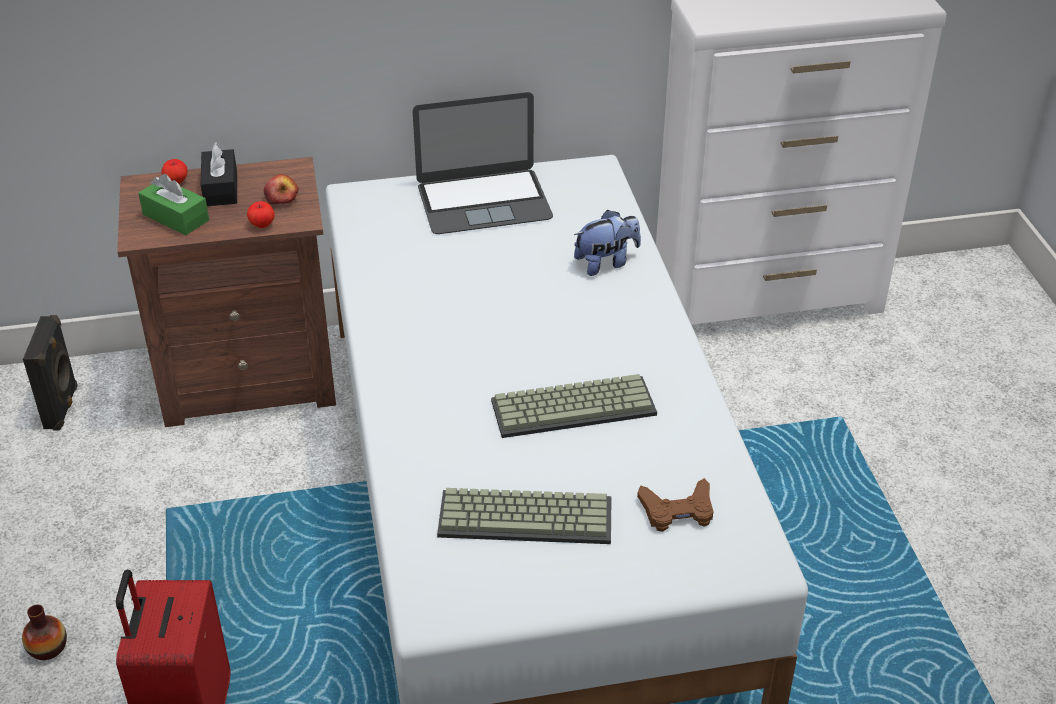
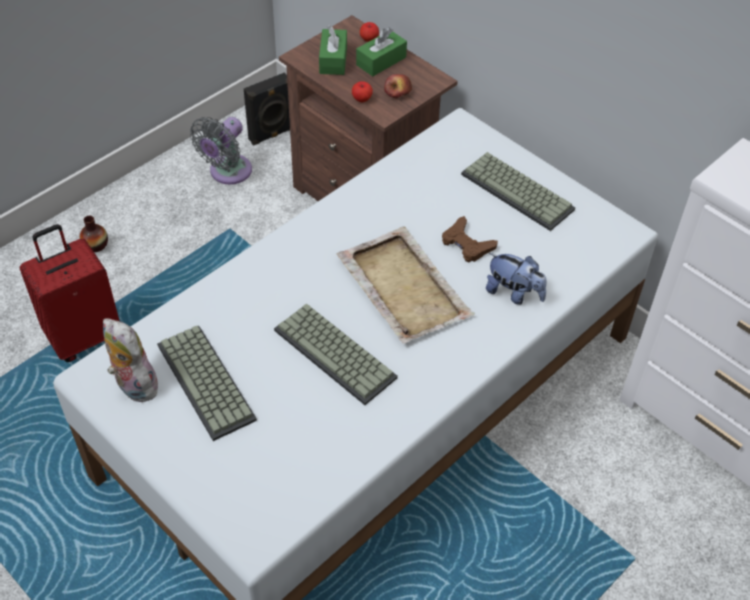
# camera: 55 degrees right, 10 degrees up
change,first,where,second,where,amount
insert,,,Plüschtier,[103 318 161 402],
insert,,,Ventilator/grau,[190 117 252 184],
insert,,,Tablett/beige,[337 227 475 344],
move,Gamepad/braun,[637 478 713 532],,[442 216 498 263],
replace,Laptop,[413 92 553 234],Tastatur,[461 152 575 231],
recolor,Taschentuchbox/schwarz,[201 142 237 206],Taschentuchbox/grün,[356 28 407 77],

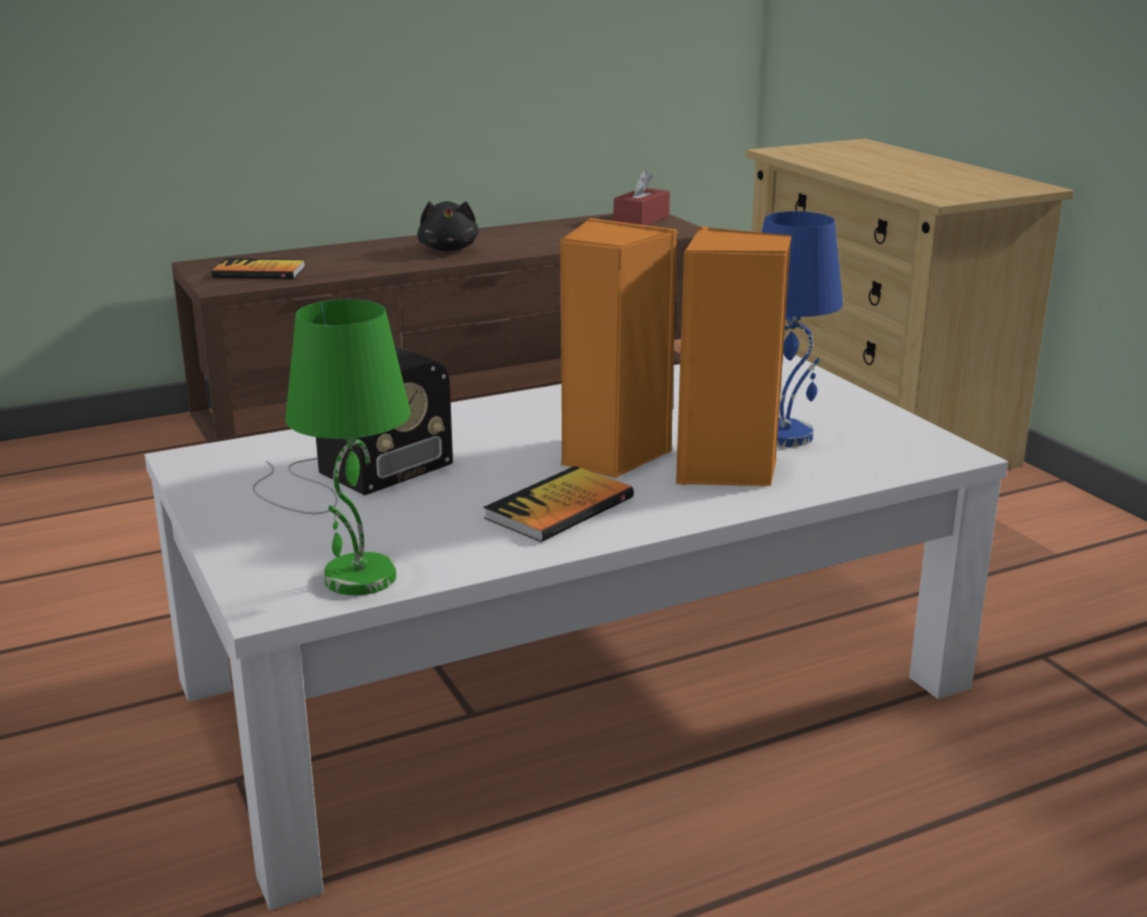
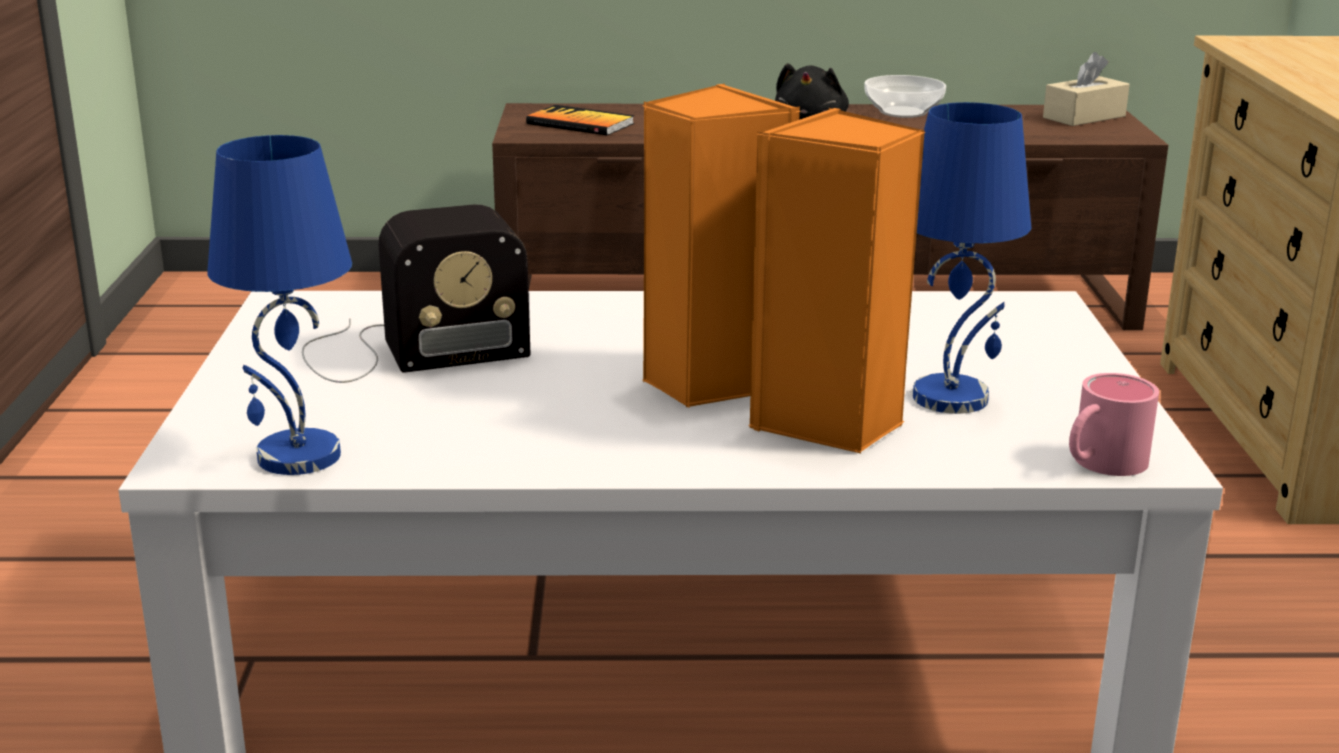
# camera: 25 degrees right, 0 degrees up
change,first,where,second,where,amount
delete,Buch,[483 466 634 542],,,
insert,,,Schüssel,[864 75 946 118],
insert,,,Henkelbecher/rosa,[1069 373 1159 476],
recolor,Tischlampe/grün,[285 299 411 596],Tischlampe/blau,[207 135 352 475],
recolor,Taschentuchbox/rot,[613 169 670 225],Taschentuchbox/beige,[1043 52 1130 126],

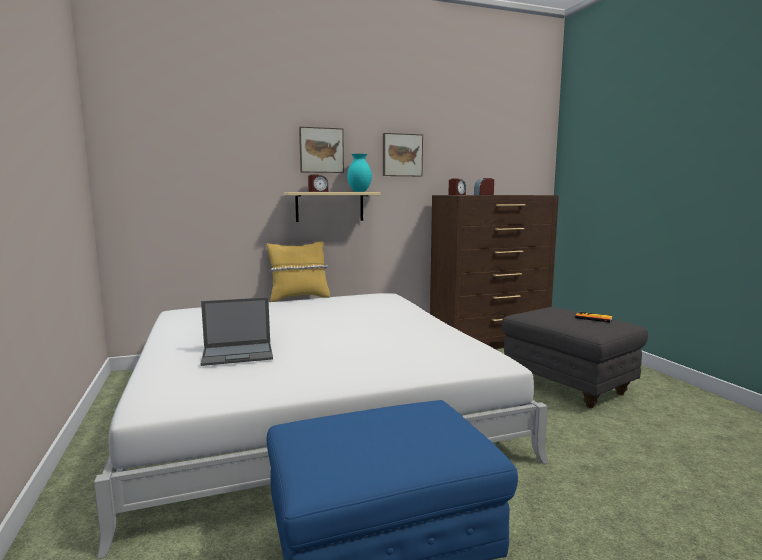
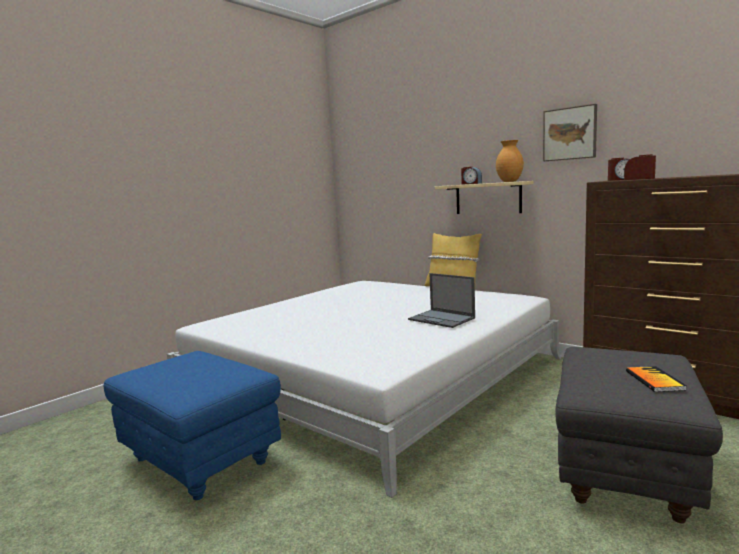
# camera: 60 degrees right, 0 degrees up
change,first,where,second,where,amount
delete,Bild,[299 127 344 173],,,
move,Laptop,[201 297 273 366],,[408 273 475 328],
recolor,Vase/türkis,[347 154 372 192],Vase/braun,[496 140 524 182],

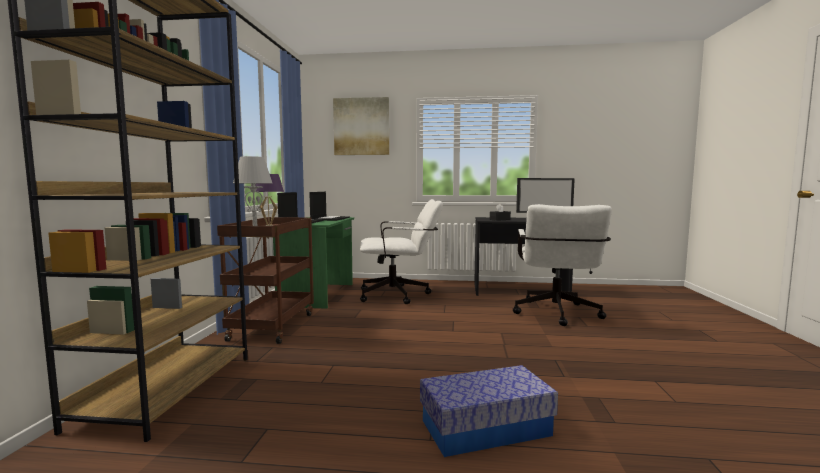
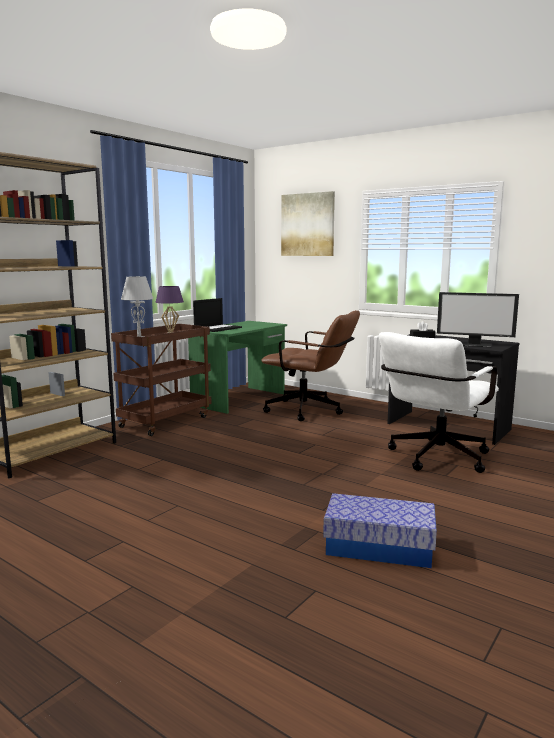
# camera: 30 degrees right, 5 degrees up
change,first,where,second,where,amount
delete,Laptop,[309 192 350 221],,,
move,Aufbewahrungsbox,[420 365 558 457],,[323 493 437 568],
recolor,Bürostuhl/weiß,[360 199 443 304],Bürostuhl/braun,[261 310 360 421],

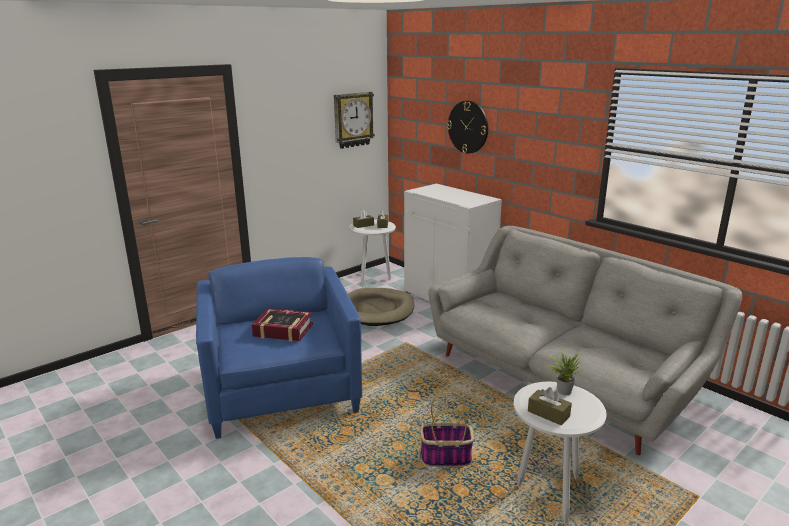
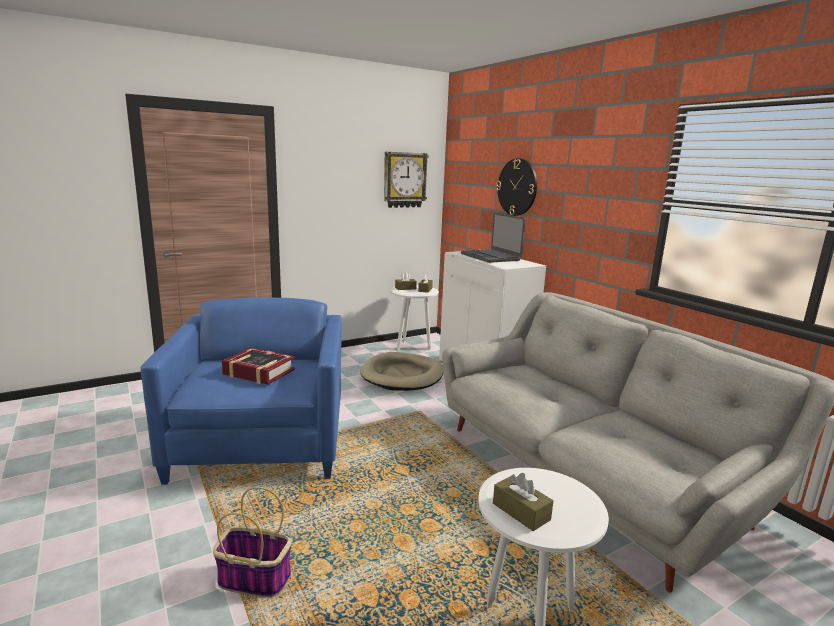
# camera: 10 degrees right, 5 degrees down
change,first,where,second,where,amount
delete,Topfpflanze,[548 349 583 395],,,
insert,,,Laptop,[461 213 525 263],
move,Korb,[420 392 474 467],,[213 487 292 597],

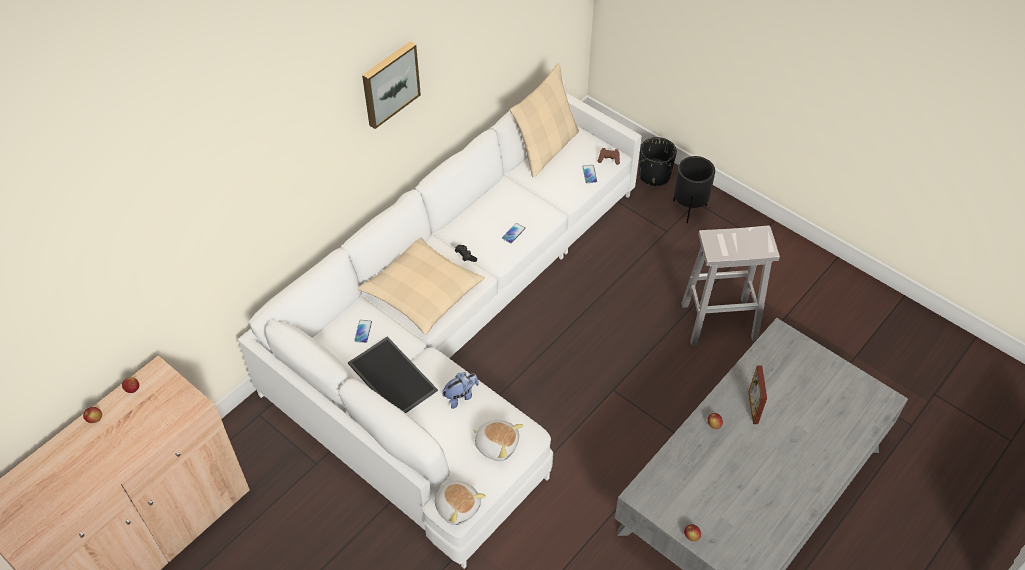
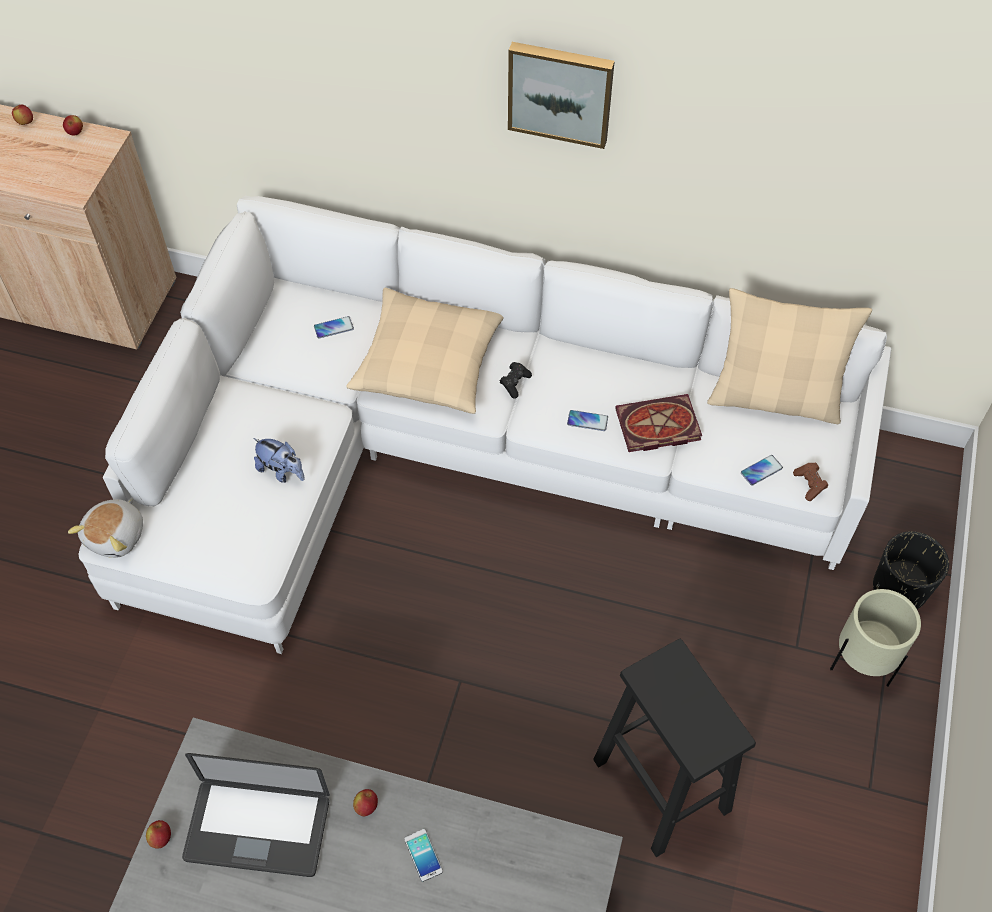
# camera: 65 degrees right, 5 degrees up
change,first,where,second,where,amount
delete,Tablett,[348 336 438 413],,,
delete,Plüschtier,[472 420 523 461],,,
insert,,,Laptop,[182 753 330 877],
insert,,,Buch,[615 394 702 452],
replace,Bilderrahmen,[749 366 767 424],Handy,[404 829 443 882],
recolor,Pflanzkübel/schwarz,[673 156 715 223],Pflanzkübel/beige,[830 589 921 687],
recolor,Hocker/weiß,[681 226 780 346],Hocker/schwarz,[593 639 756 857],

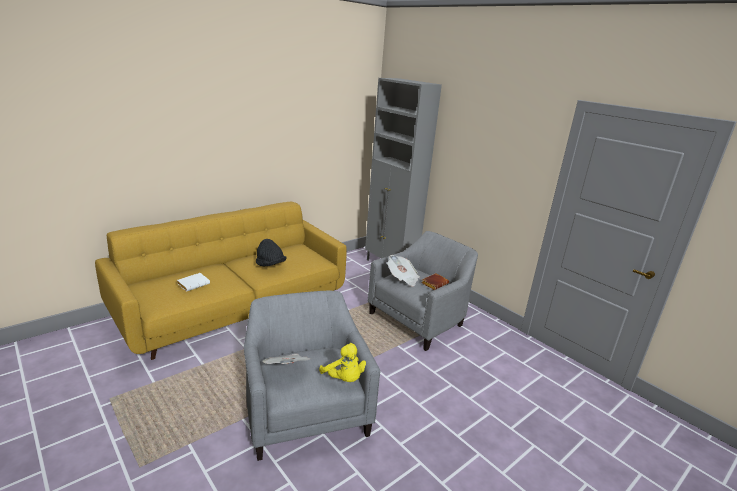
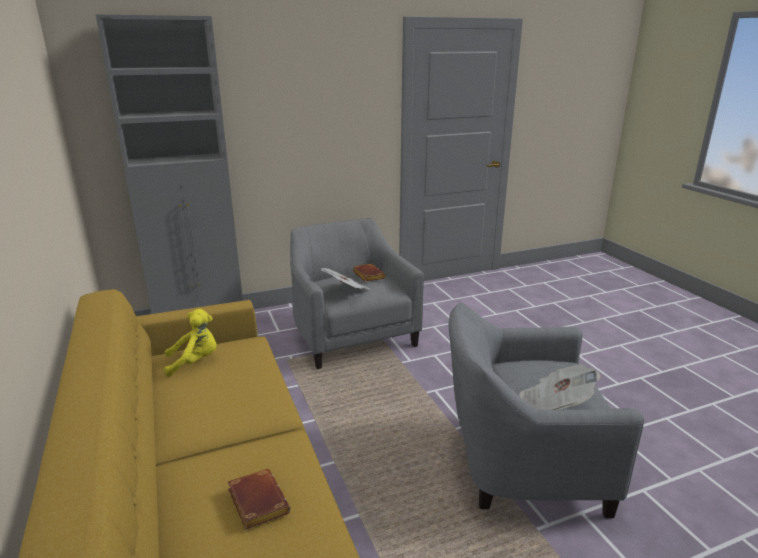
# camera: 70 degrees left, 0 degrees up
change,first,where,second,where,amount
delete,Hut/schwarz,[256 239 287 266],,,
move,Plüschtier/gelb,[319 343 366 382],,[164 309 217 376],
recolor,Buch/weiß,[177 273 210 292],Buch/braun,[228 469 290 530],

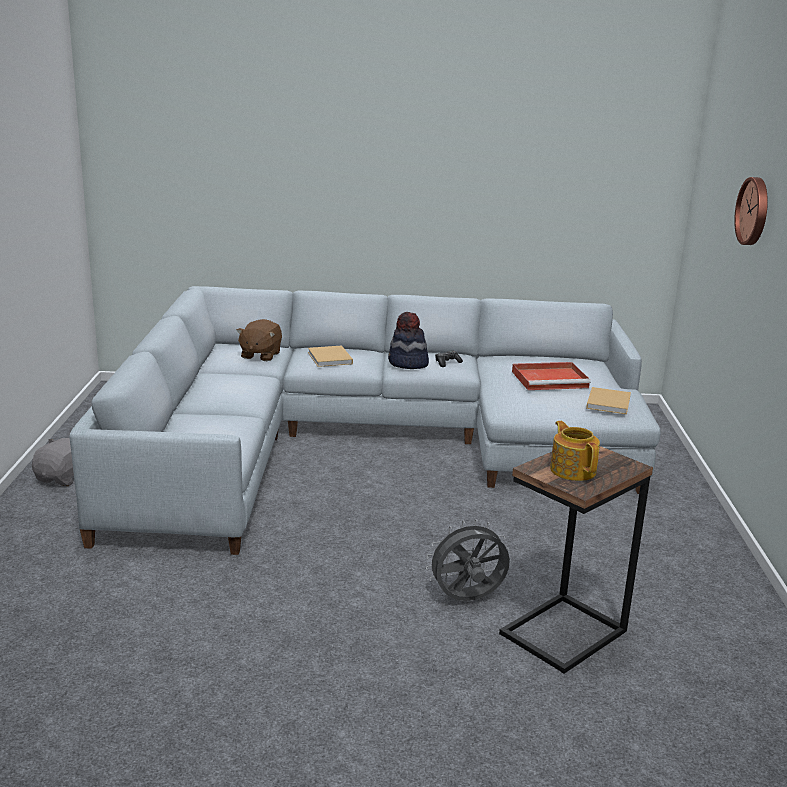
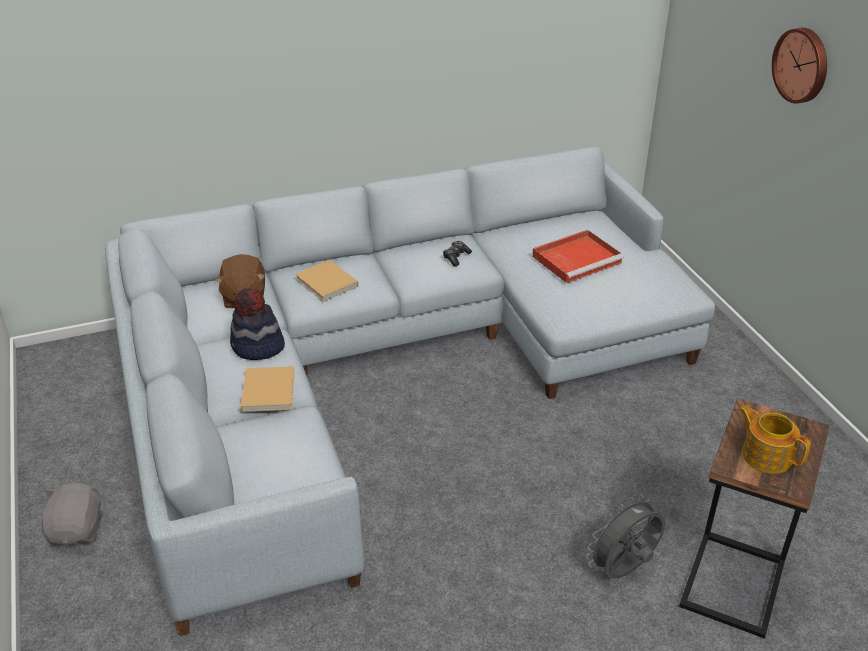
# camera: 20 degrees left, 15 degrees up
change,first,where,second,where,amount
move,Hut,[388 312 429 369],,[230 288 285 360],
move,Buch/beige,[586 387 631 414],,[241 366 295 412],

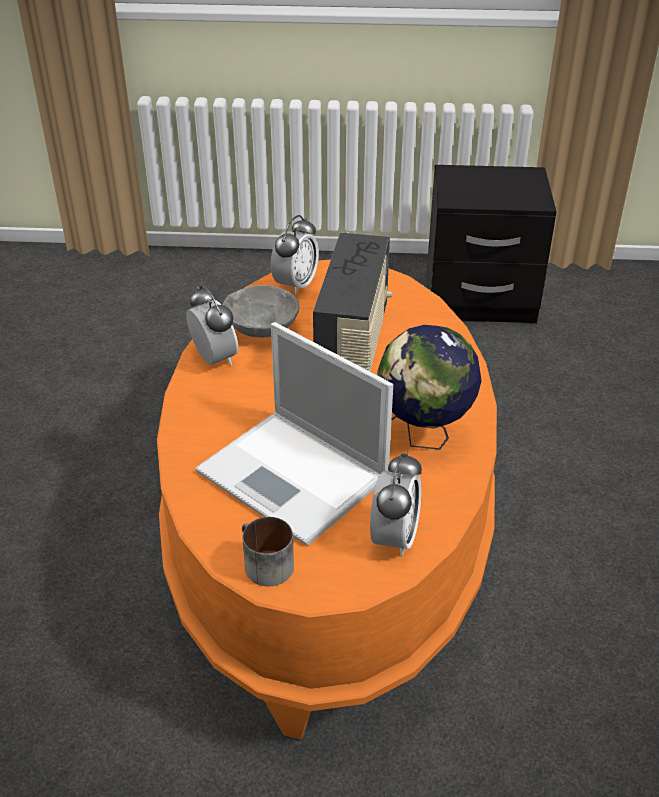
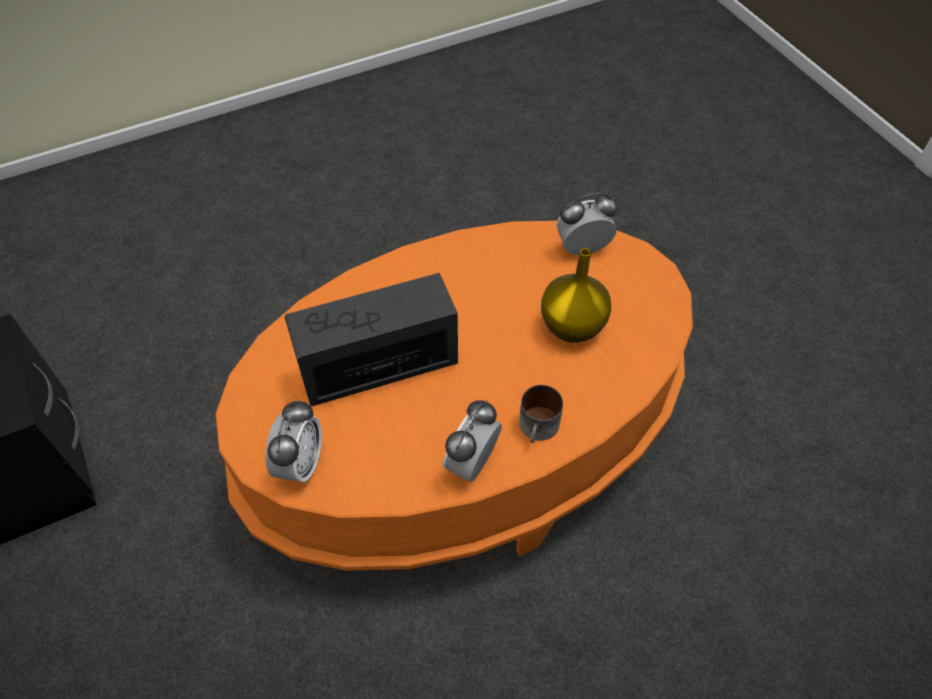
# camera: 120 degrees left, 15 degrees up
change,first,where,second,where,amount
delete,Schüssel/grau,[223 285 299 337],,,
delete,Globus,[377 325 481 450],,,
move,Henkelbecher,[242 517 294 586],,[519 385 563 443],
replace,Laptop,[195 322 393 546],Vase/gelb,[541 248 611 343],
rotate,Wecker,[271 215 319 295],,[266 399 322 484],105 degrees clockwise

